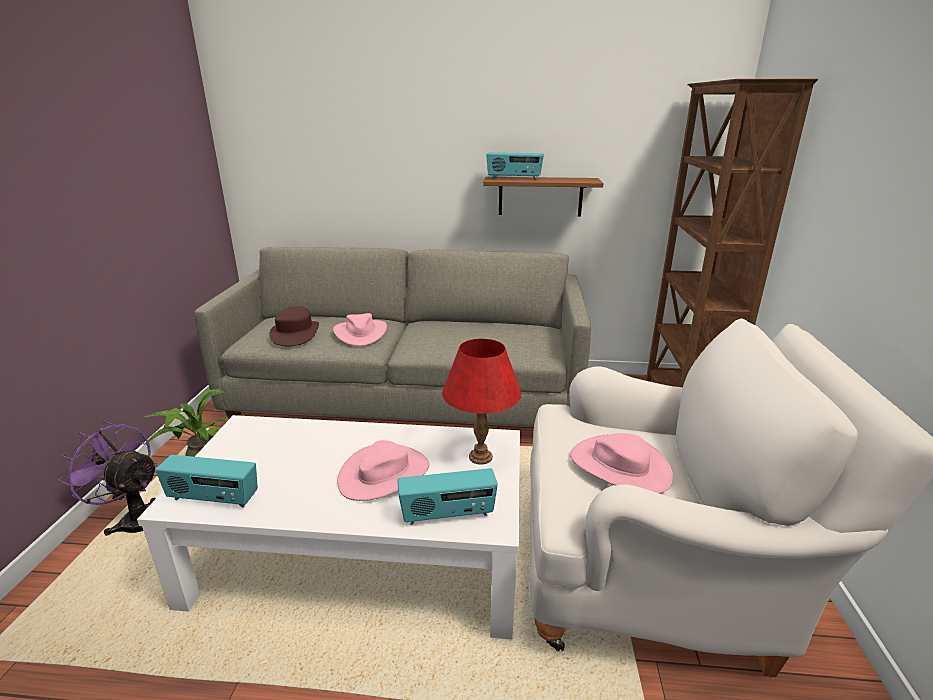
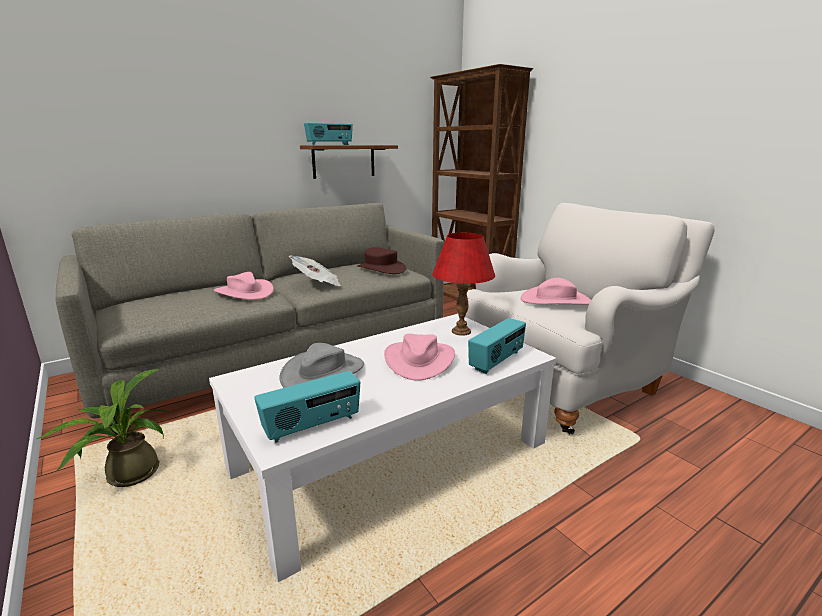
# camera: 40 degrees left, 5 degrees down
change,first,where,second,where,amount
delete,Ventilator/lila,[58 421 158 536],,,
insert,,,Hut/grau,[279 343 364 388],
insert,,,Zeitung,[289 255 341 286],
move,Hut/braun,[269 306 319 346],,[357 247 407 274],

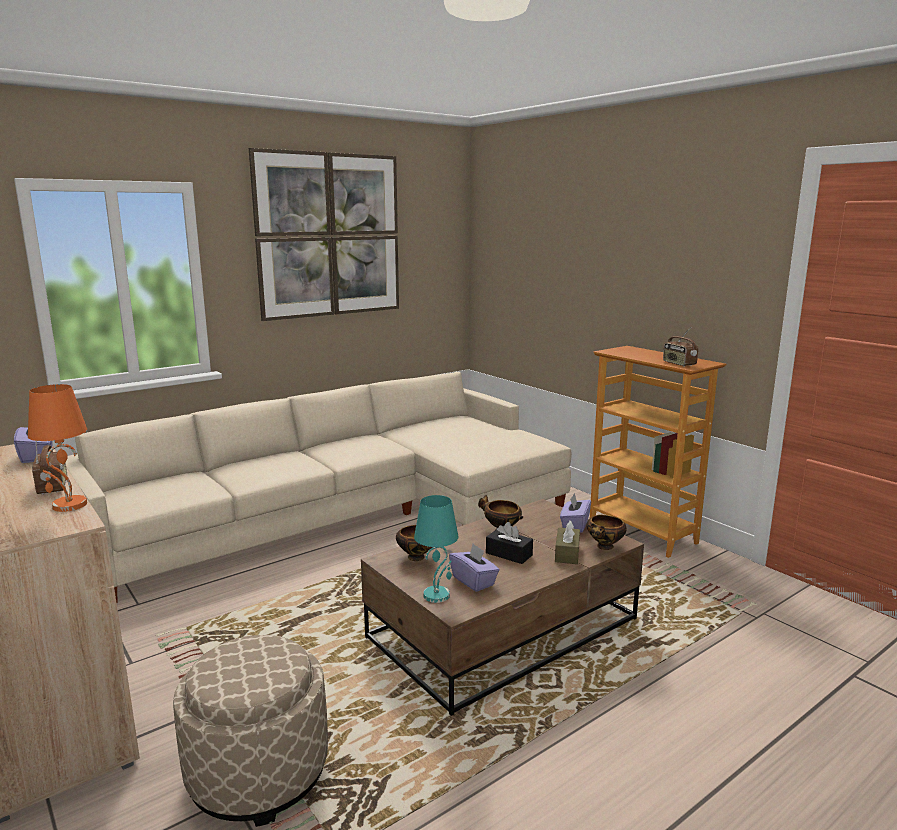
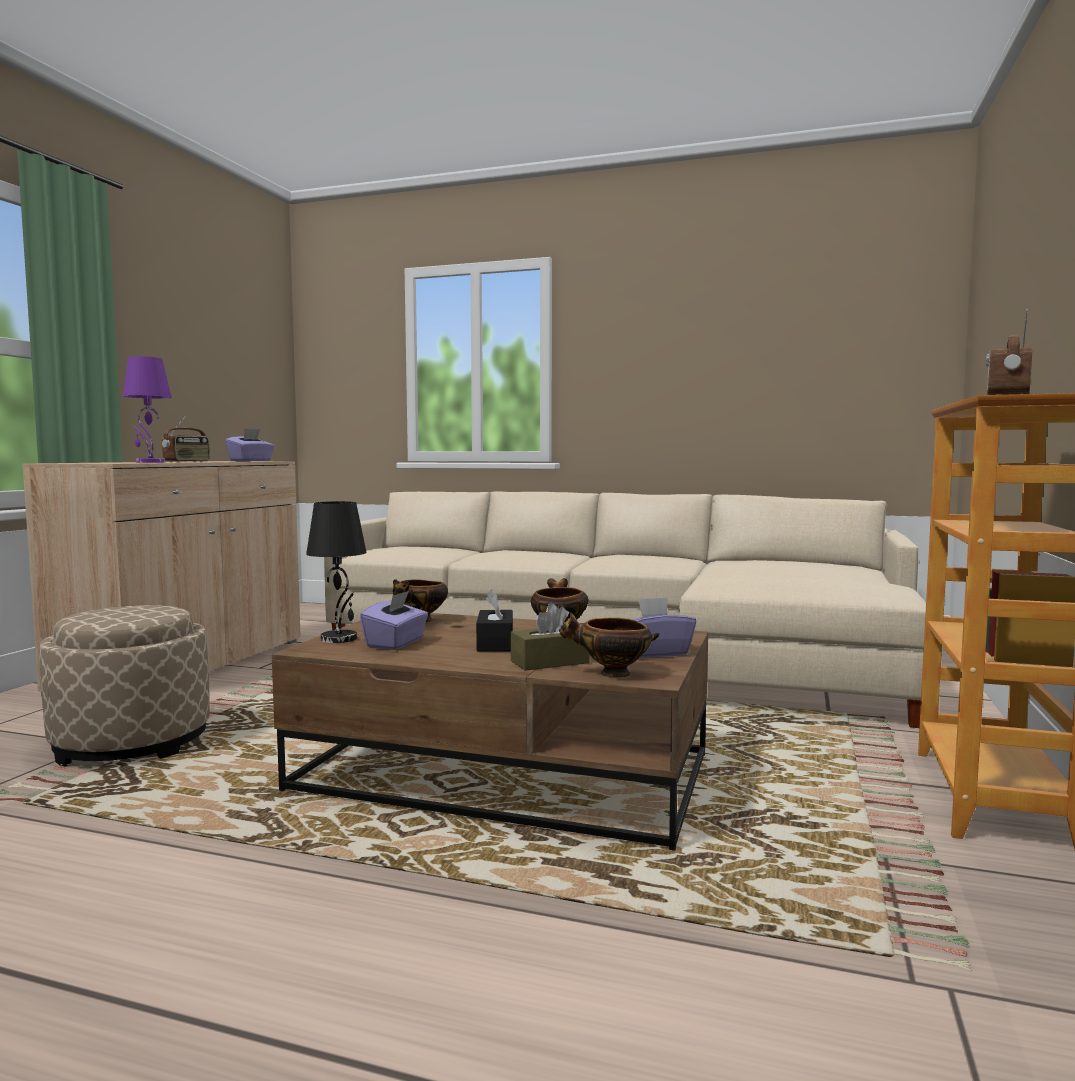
# camera: 55 degrees right, 10 degrees down
change,first,where,second,where,amount
delete,Bild,[249 148 399 321],,,
recolor,Tischlampe/orange,[28 384 87 512],Tischlampe/lila,[123 356 172 463],
recolor,Tischlampe/türkis,[414 495 459 603],Tischlampe/schwarz,[306 501 367 643],

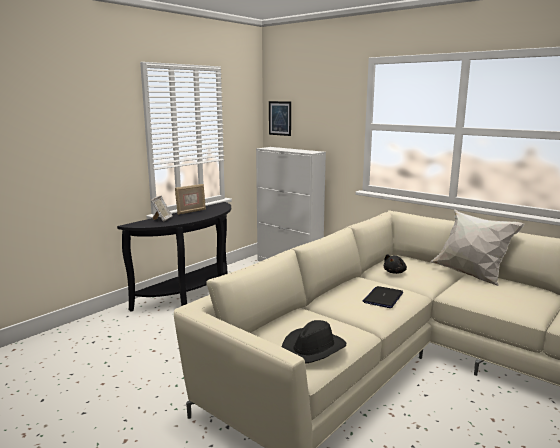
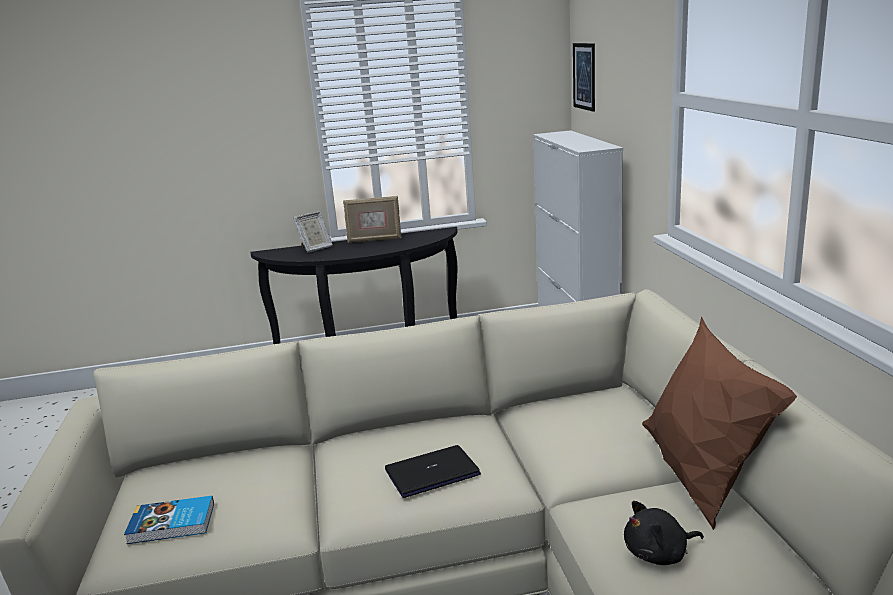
# camera: 40 degrees right, 5 degrees up
change,first,where,second,where,amount
move,Plüschtier/schwarz,[384 254 407 274],,[624 501 704 565],
replace,Hut/schwarz,[282 320 346 364],Buch,[124 496 214 544],
recolor,Kissen/weiß,[430 209 525 286],Kissen/braun,[642 316 797 530],

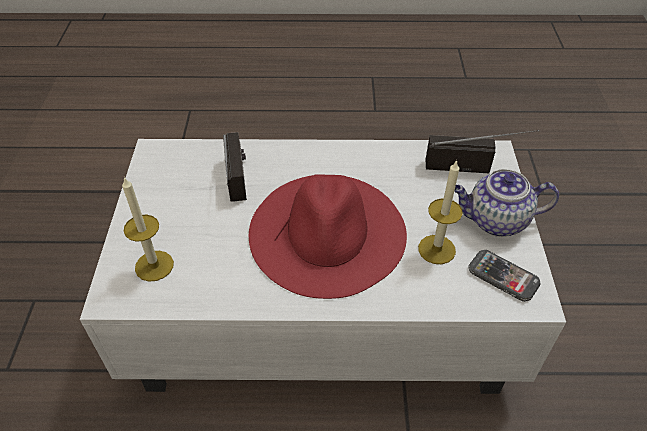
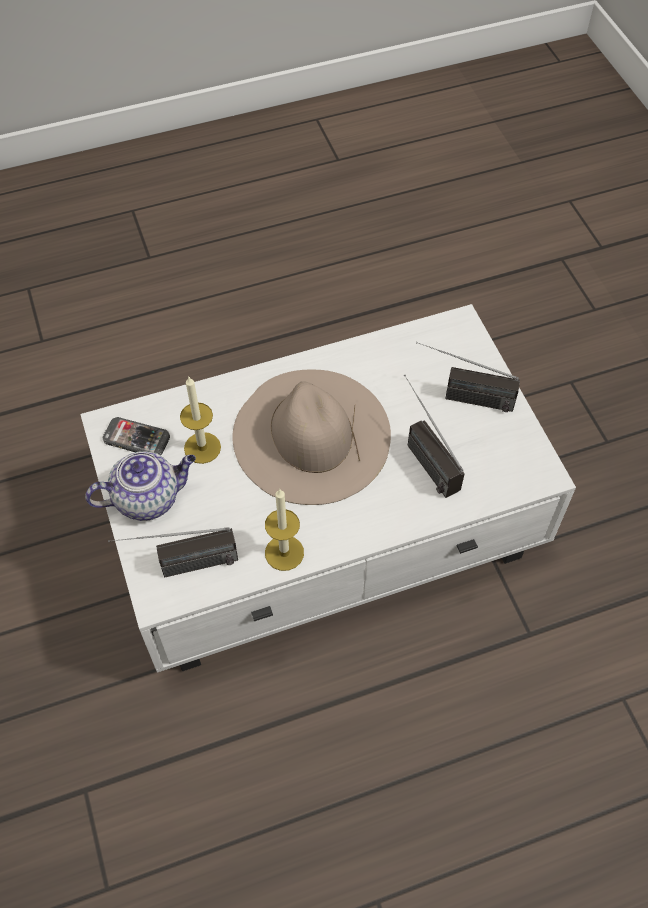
# camera: 160 degrees right, 10 degrees up
change,first,where,second,where,amount
insert,,,Radio,[416 342 520 412],
move,Kerze,[122 177 174 282],,[265 489 304 571],
recolor,Hut/rot,[249 174 407 299],Hut/beige,[232 370 391 505],

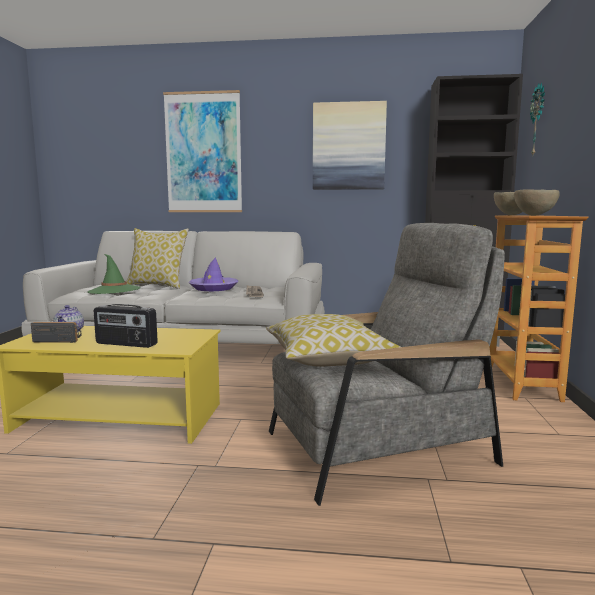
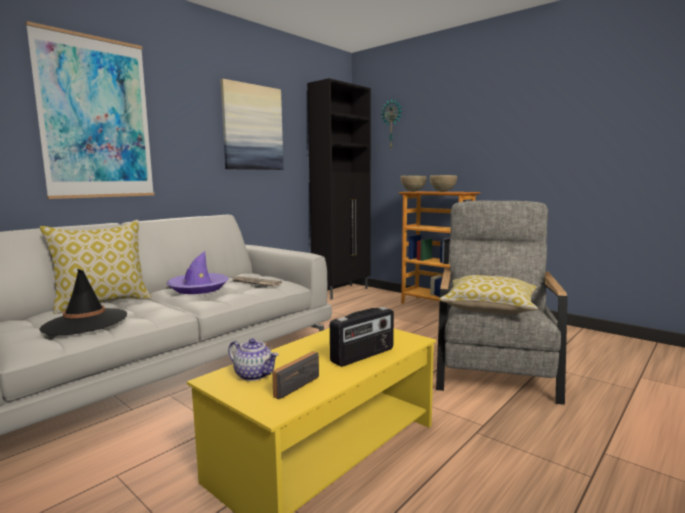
# camera: 55 degrees left, 0 degrees up
change,first,where,second,where,amount
recolor,Hut/grün,[88 254 141 294],Hut/schwarz,[40 269 127 335],

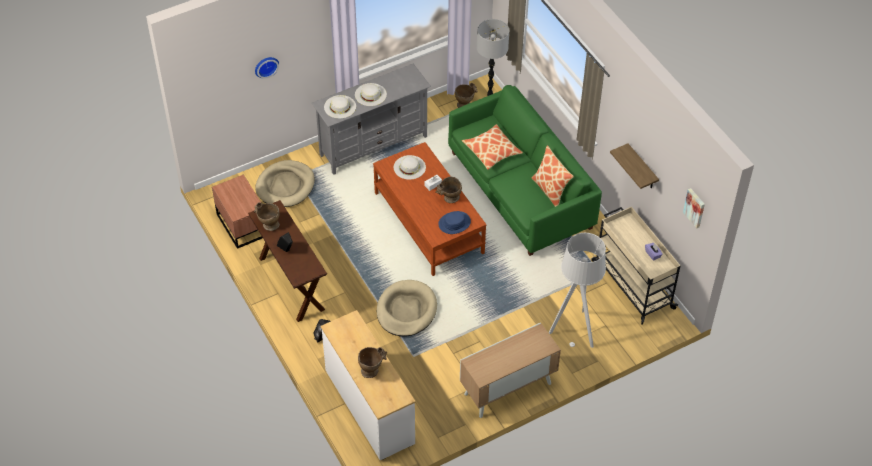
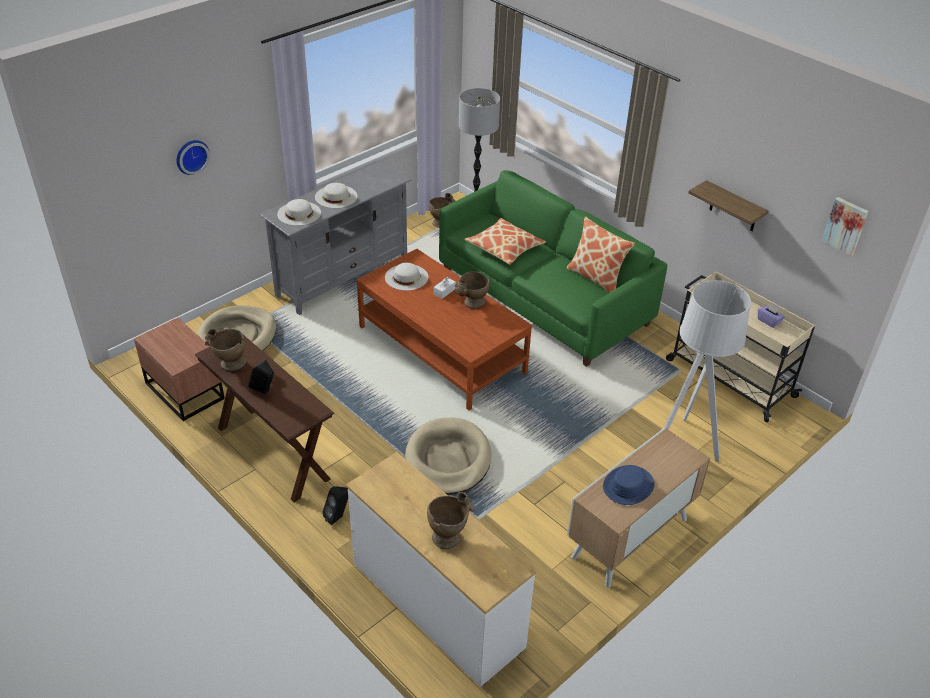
# camera: 15 degrees left, 10 degrees down
change,first,where,second,where,amount
move,Hut/blau,[438 211 471 234],,[603 465 655 505],

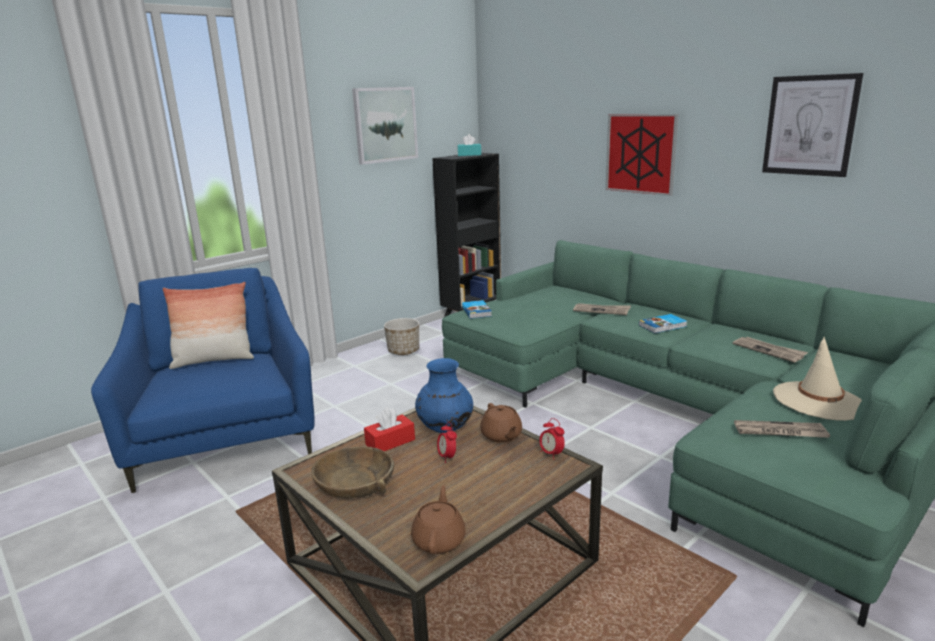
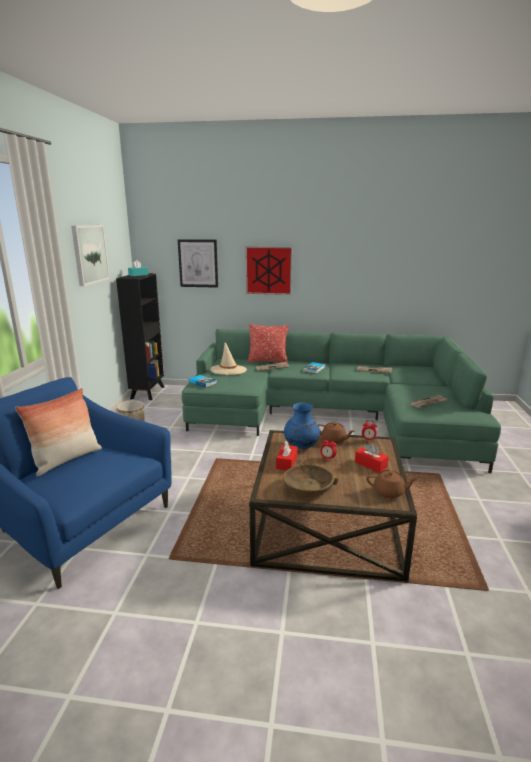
# camera: 40 degrees left, 0 degrees up
change,first,where,second,where,amount
insert,,,Kissen,[248 324 289 364],
insert,,,Taschentuchbox/rot,[355 443 389 473],
move,Bild,[762 73 863 177],,[178 239 218 288],
move,Hut/beige,[773 337 862 421],,[210 343 247 375],
rotate,Teekanne/braun,[411 485 466 554],,[366 470 418 498],135 degrees clockwise

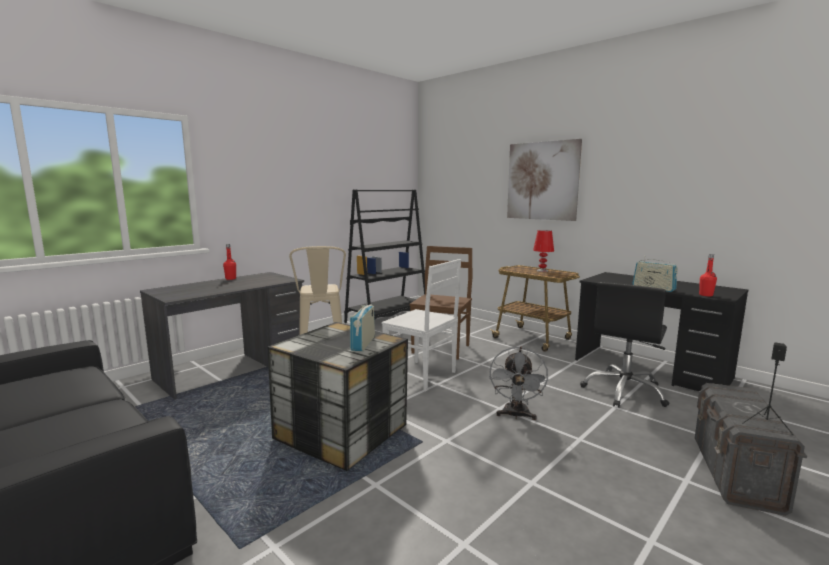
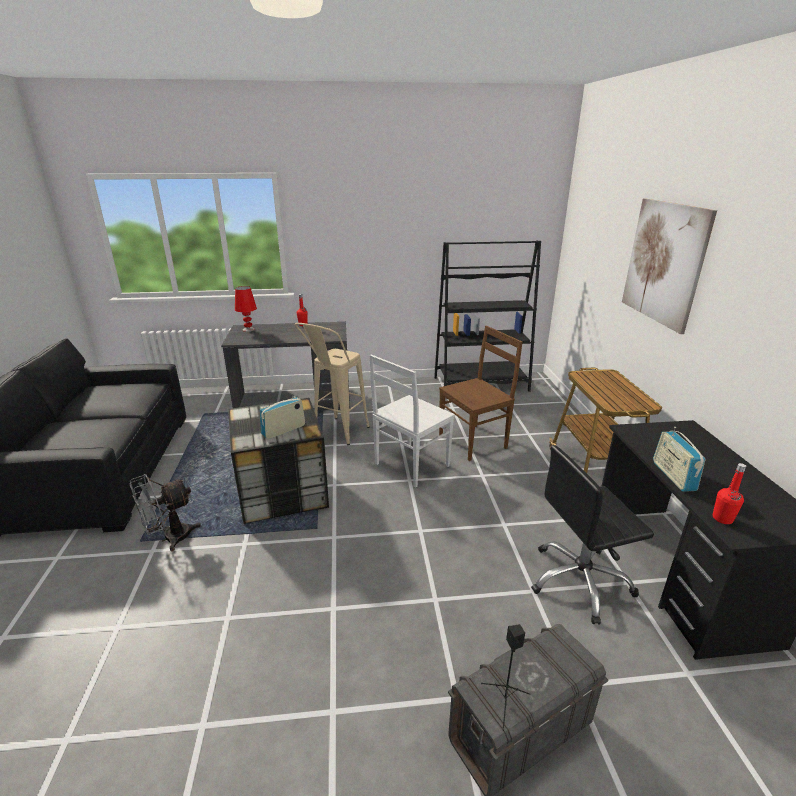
# camera: 40 degrees right, 15 degrees up
change,first,where,second,where,amount
move,Ventilator/grau,[489 347 548 420],,[130 474 201 551],
move,Tischlampe/rot,[533 230 554 272],,[235 286 257 332],
rotate,Stuhl/weiß,[382 259 461 391],,[369 355 455 487],60 degrees clockwise

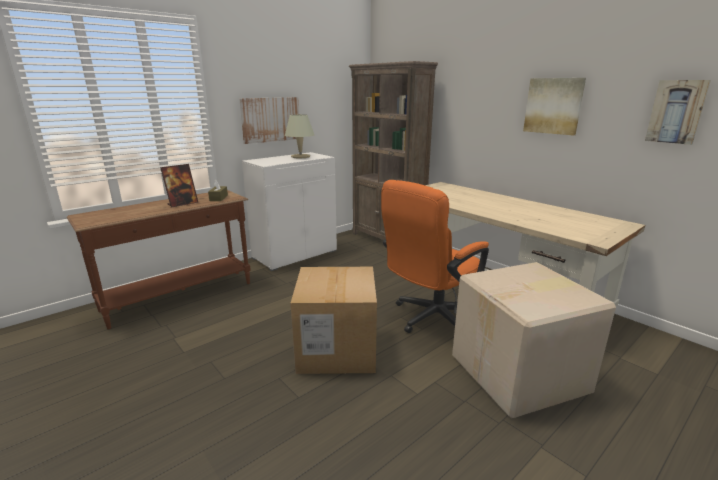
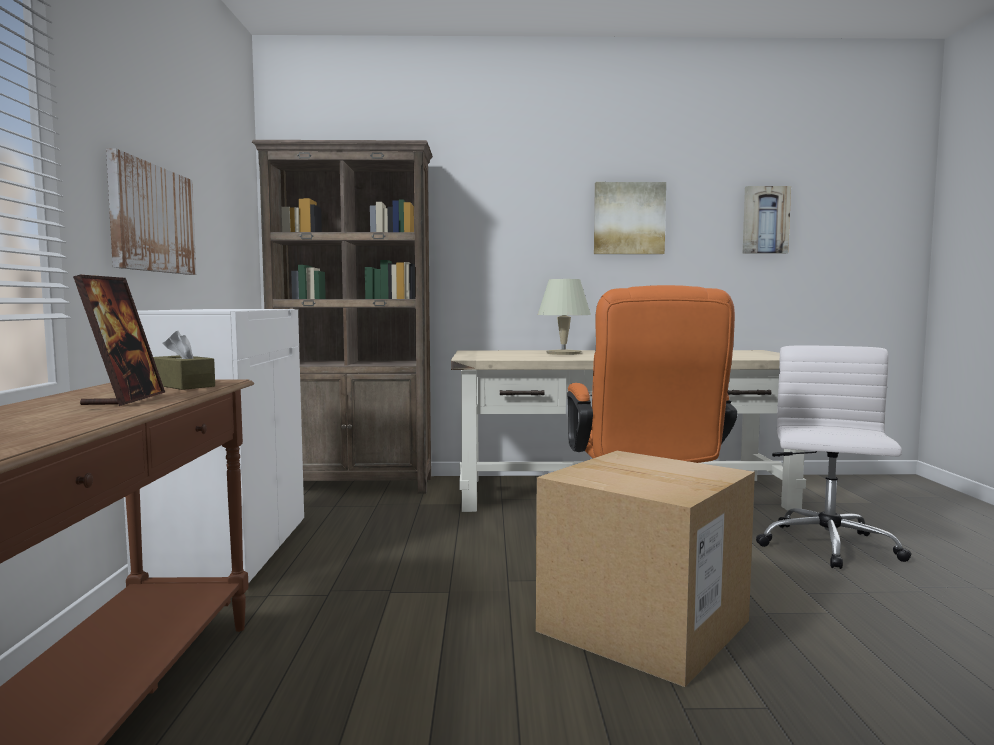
# camera: 50 degrees left, 15 degrees down
change,first,where,second,where,amount
move,Tischlampe/beige,[285 114 314 158],,[538 279 591 355],
replace,Karton,[452 262 616 418],Bürostuhl/weiß,[756 346 912 569],

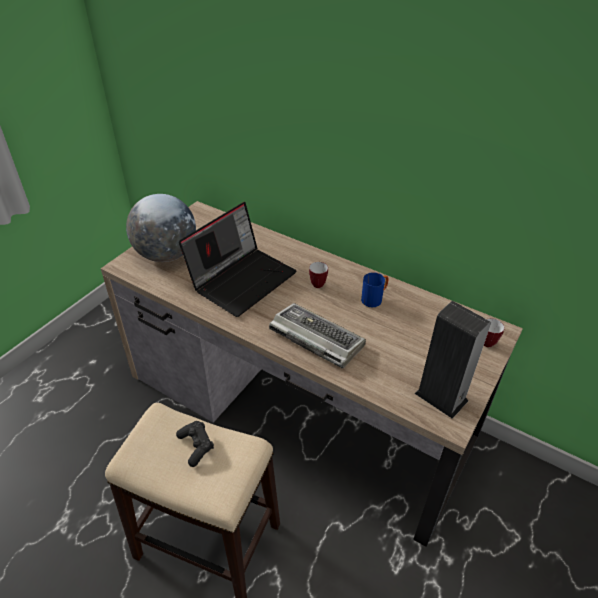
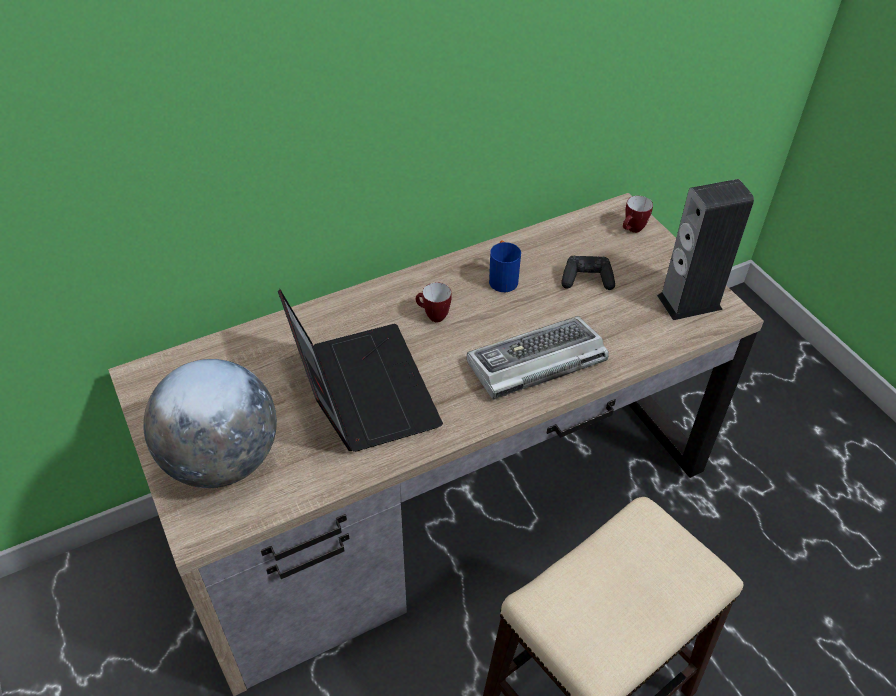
# camera: 60 degrees left, 5 degrees up
change,first,where,second,where,amount
move,Gamepad/schwarz,[176 421 214 467],,[561 256 615 290],

